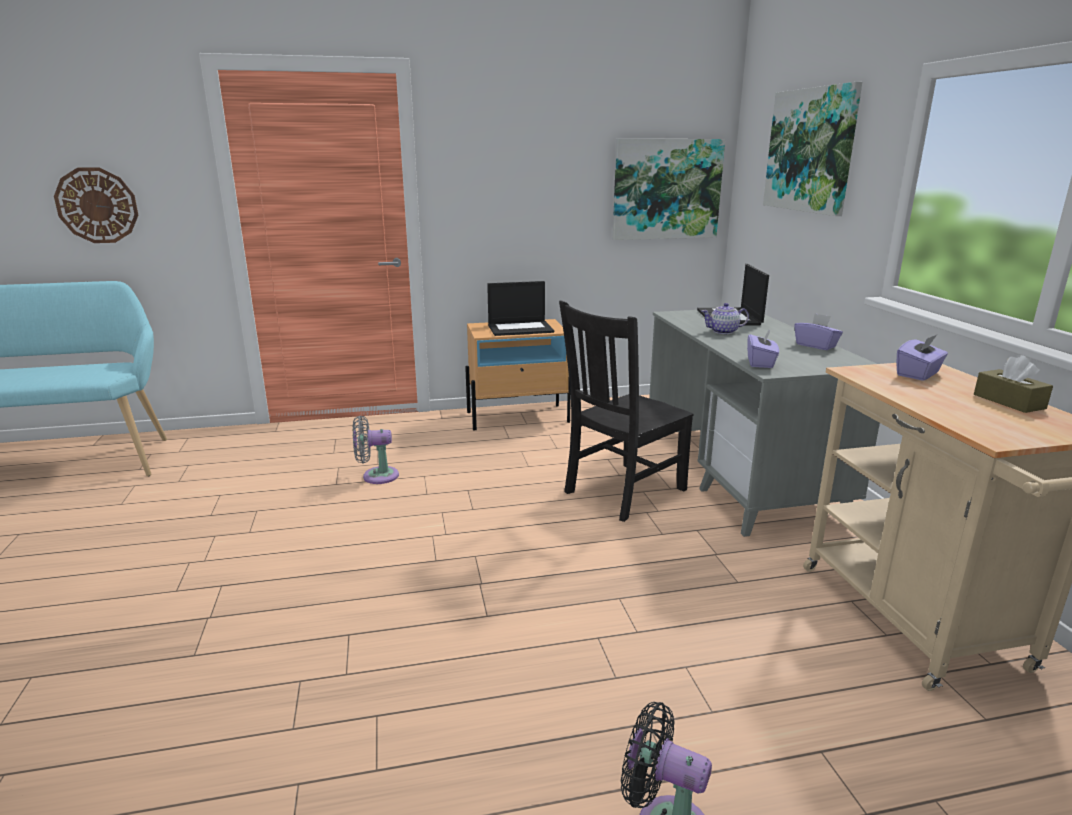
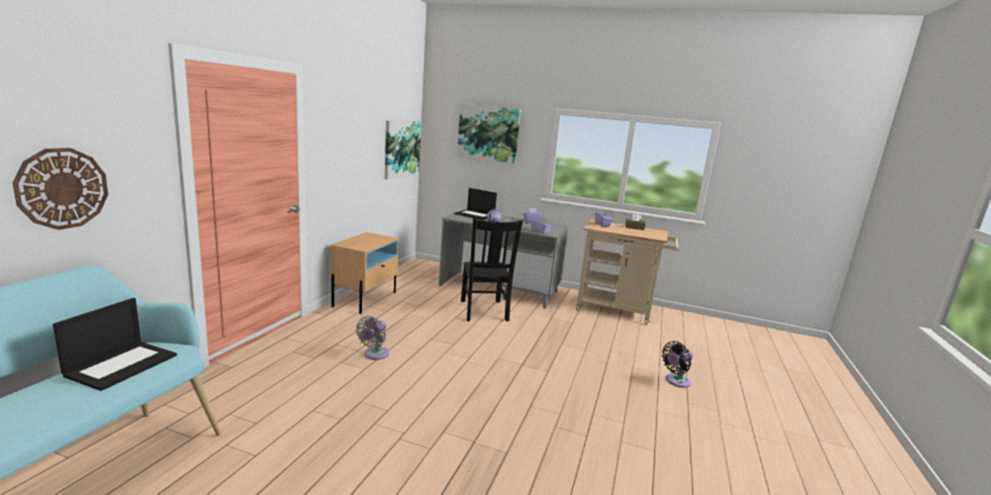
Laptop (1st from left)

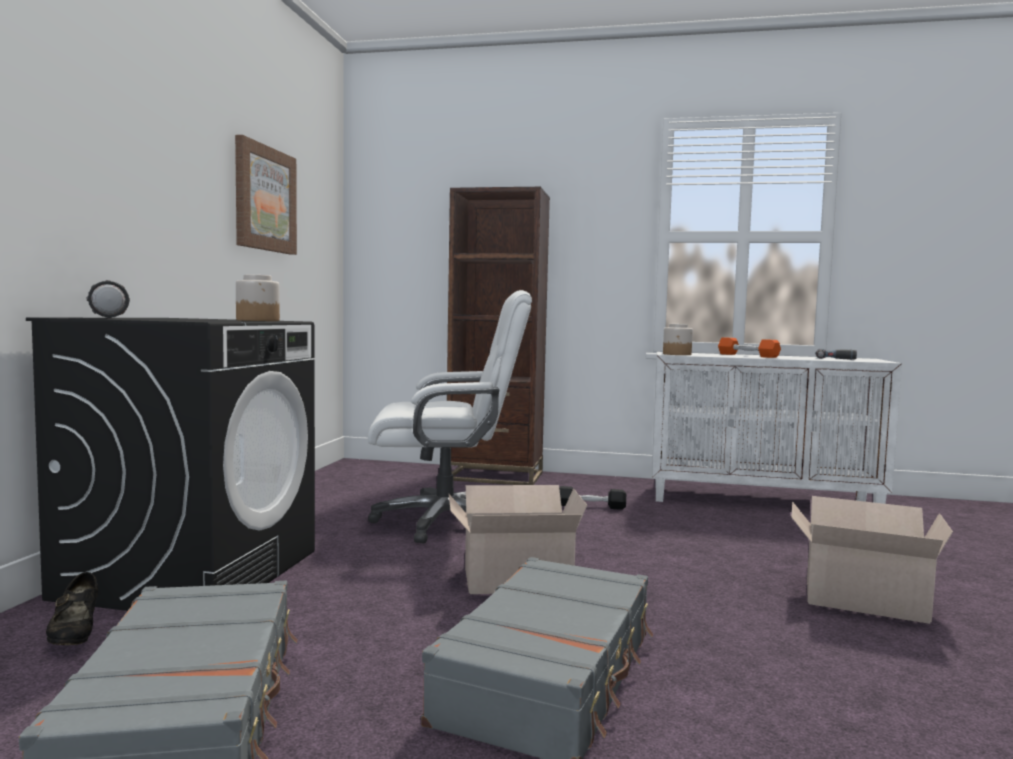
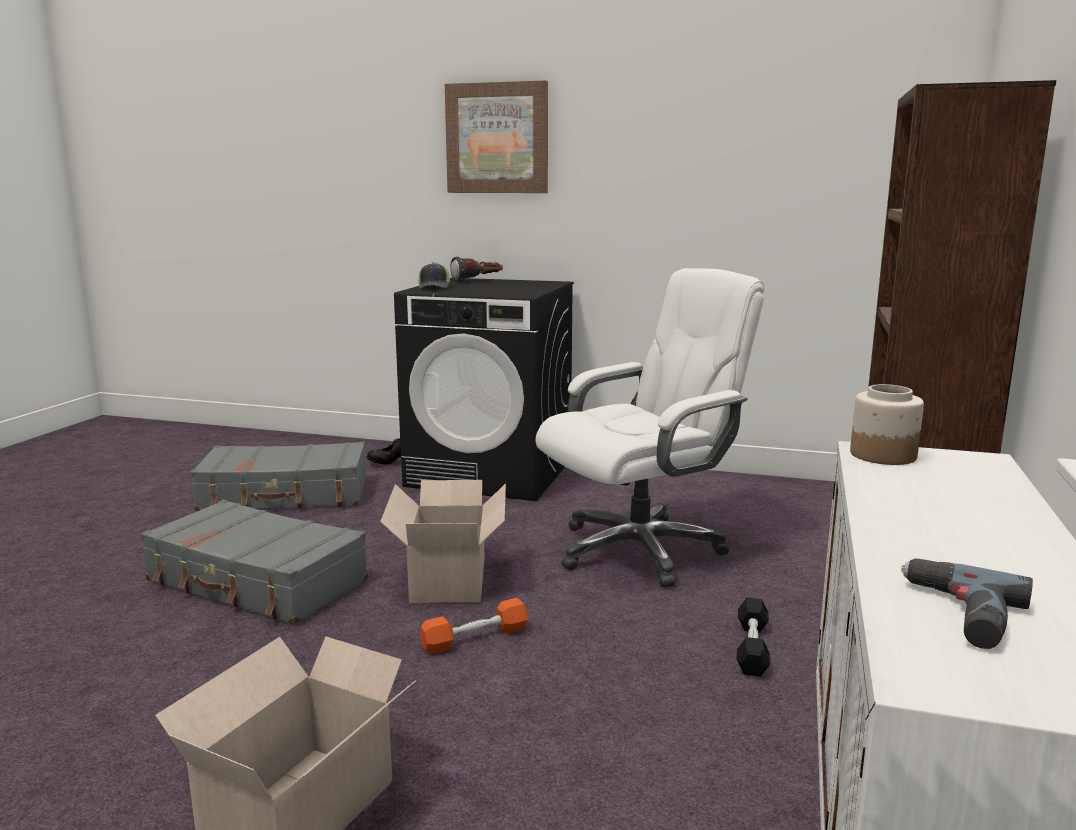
Picture
Jar (1st from left in the first image)
WhiteOfficeChair
OrangeDumbbell
Cap

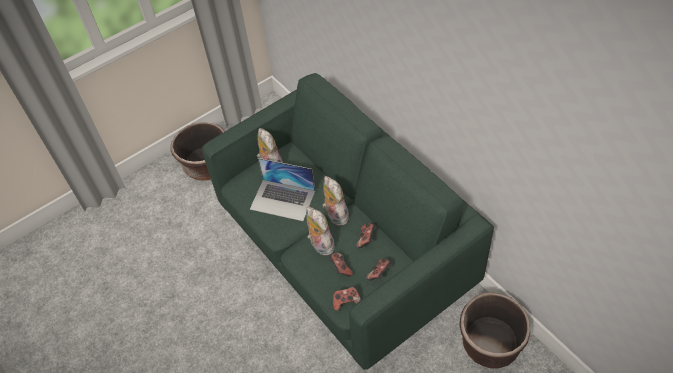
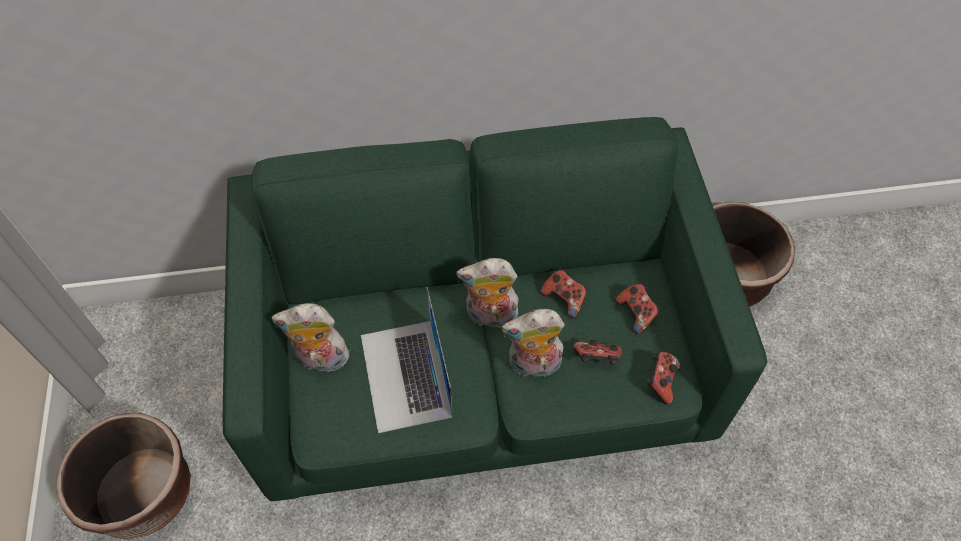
Laptop

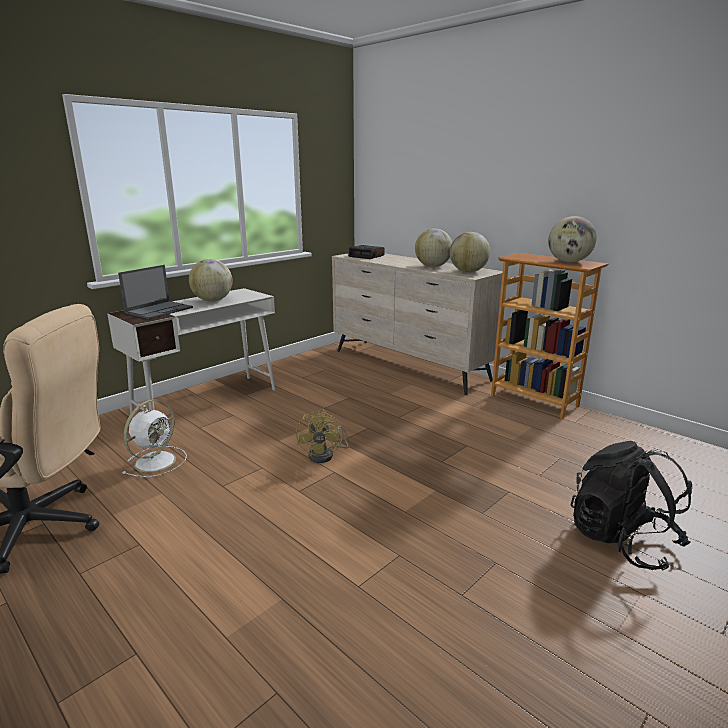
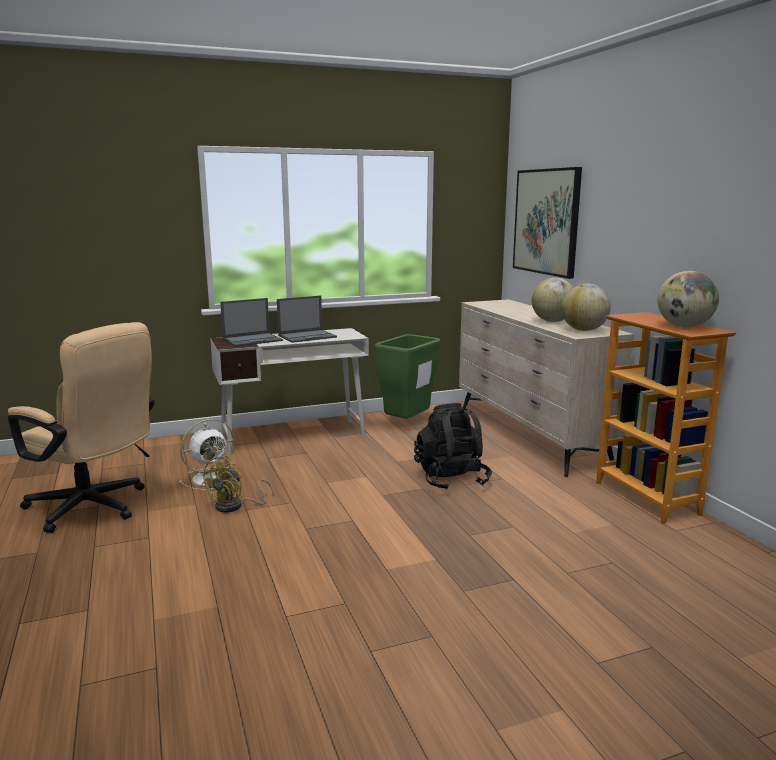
Laptop (2nd from left)
YellowFan
AlarmClock
BlackBackpack
GreenTrashCan
Picture

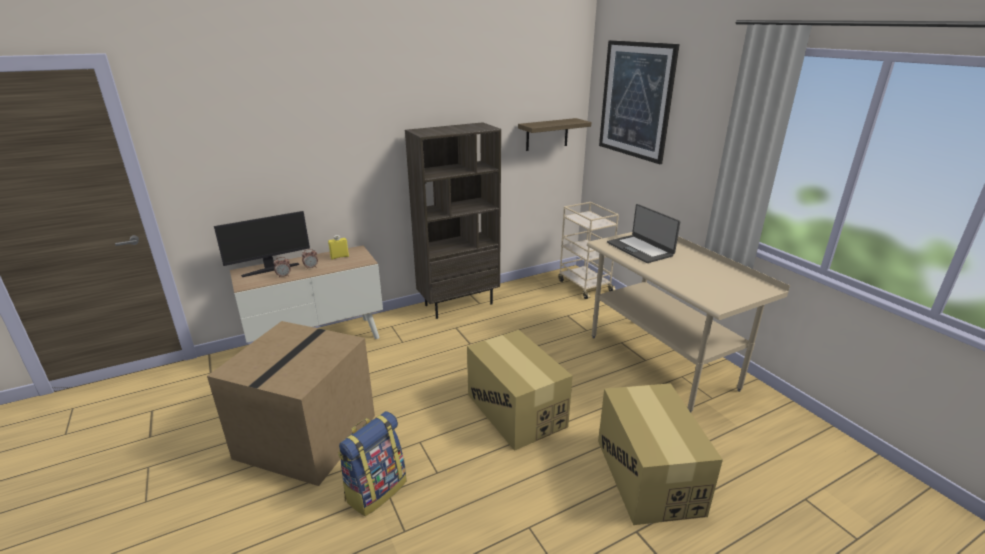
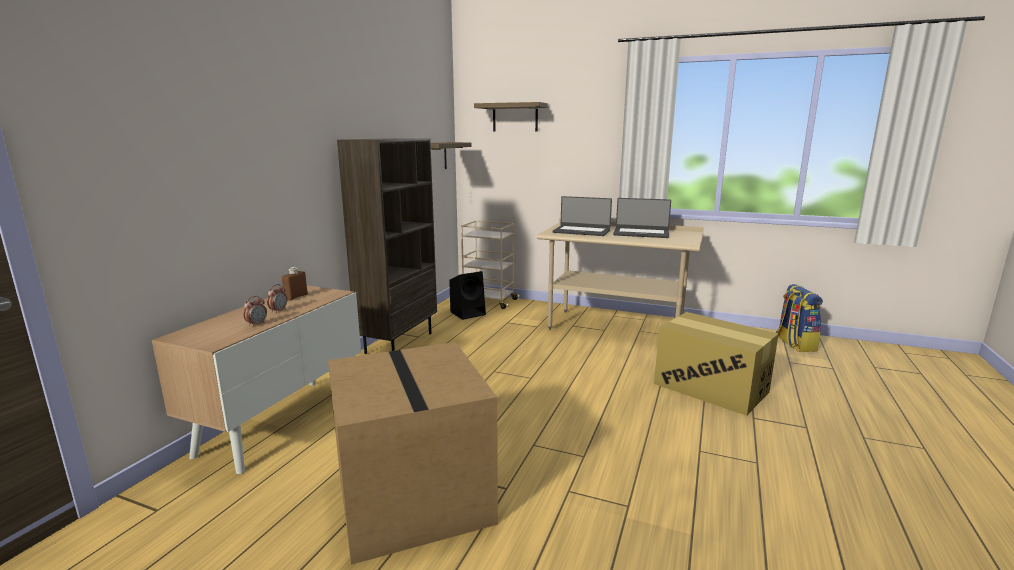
Monitor
BrownBottle
Backpack
CardboardBox (2nd from left in the first image)
Shelf (2nd from left)
BlackSpeaker
Laptop (2nd from left)

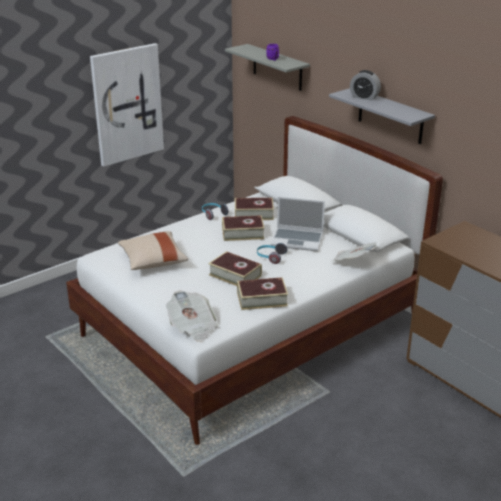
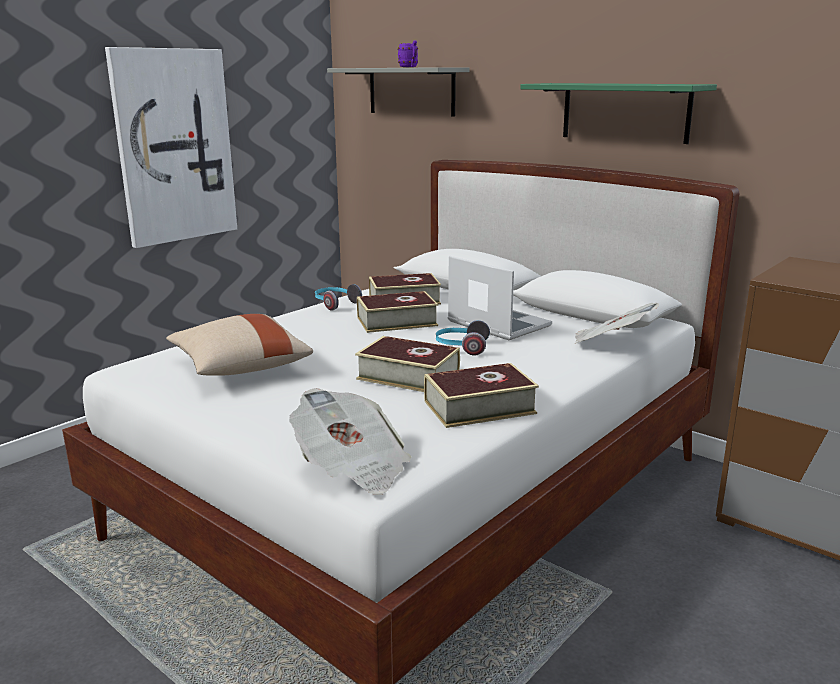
Laptop
GreenShelf
AlarmClock

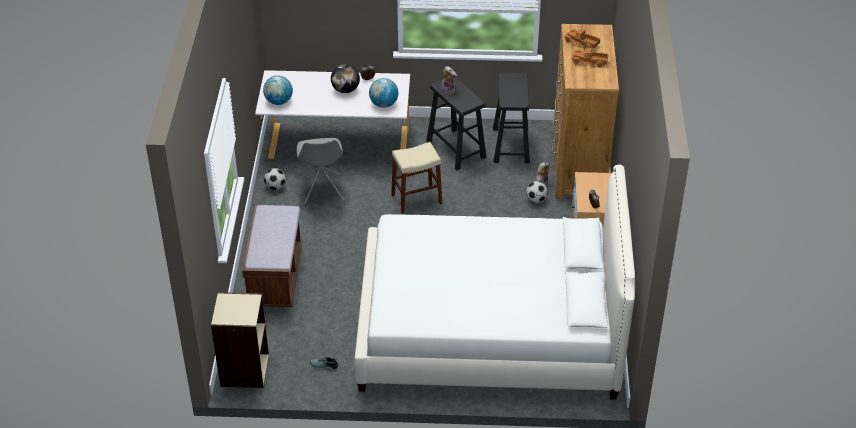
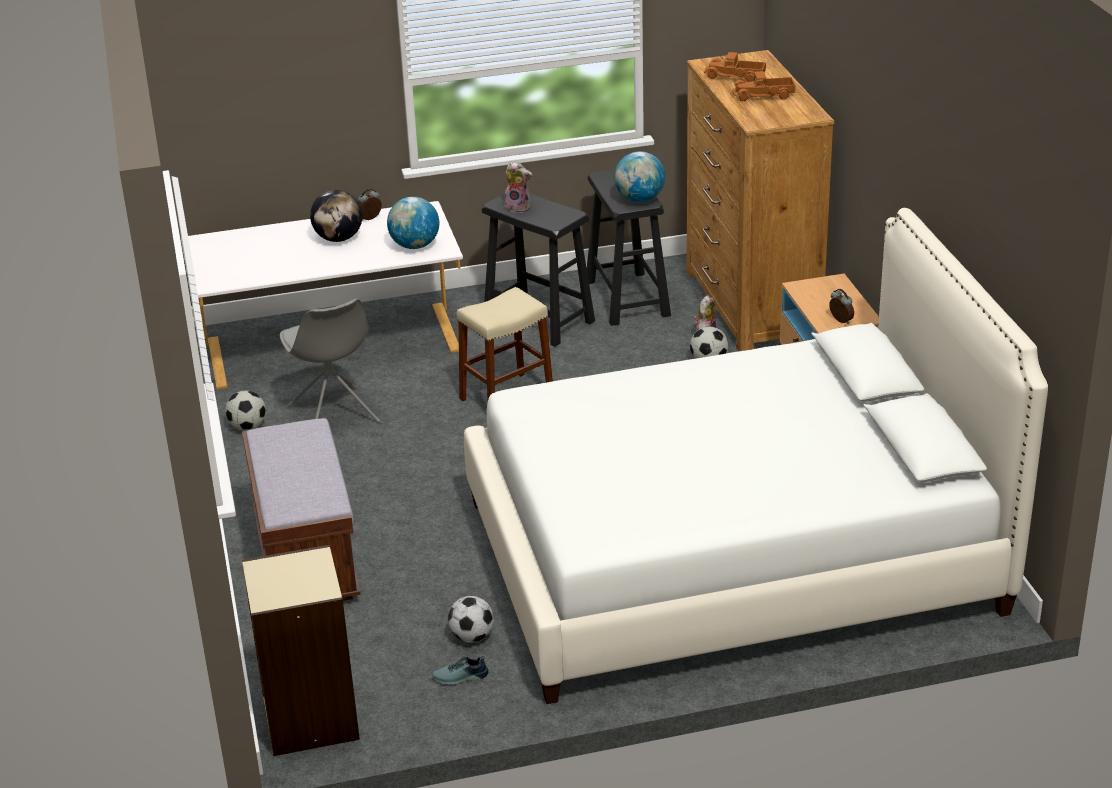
Globe (3rd from left)
Football (2nd from left)

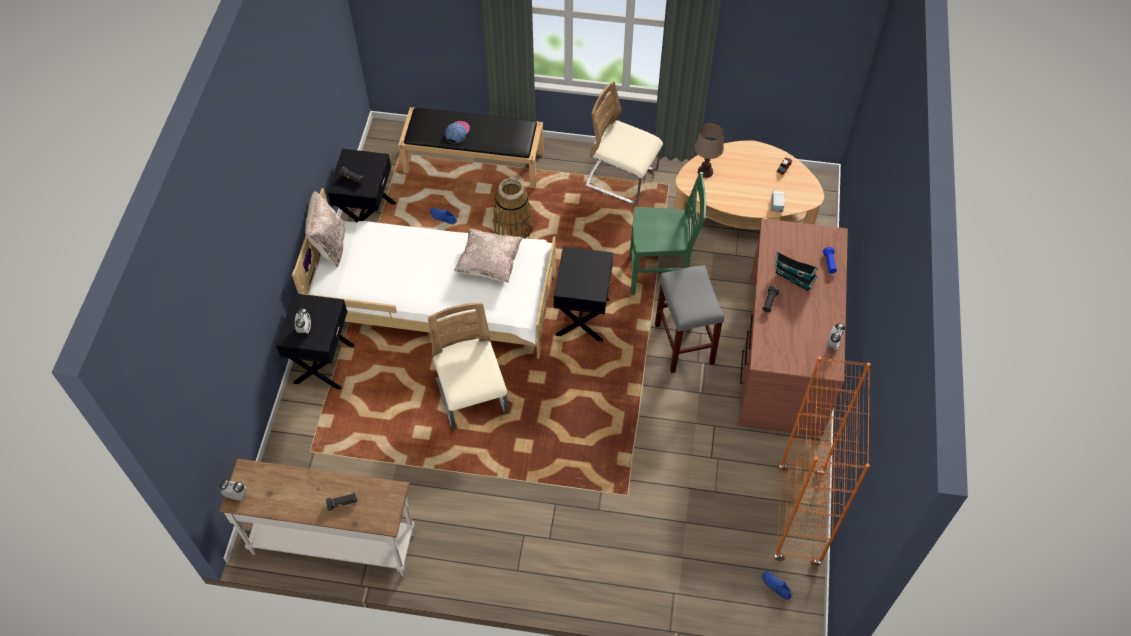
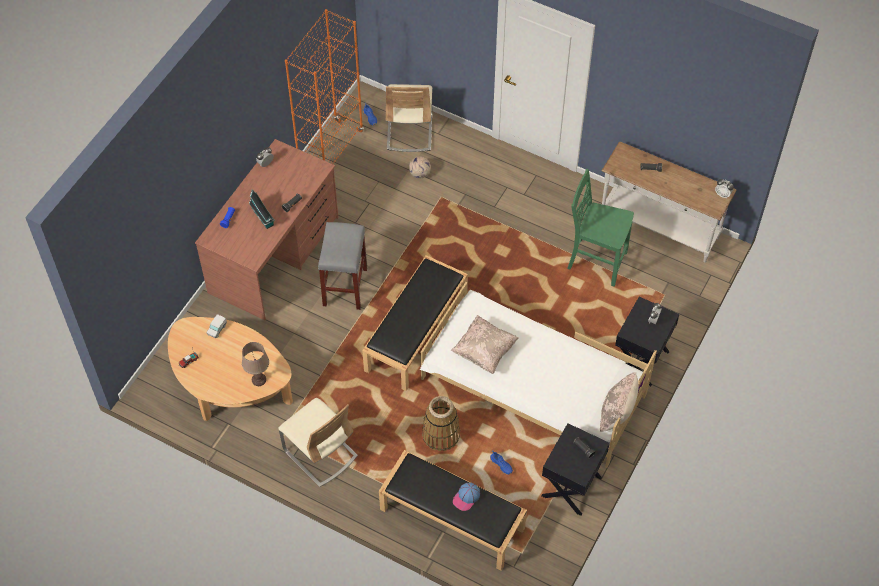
BeigeChair (2nd from left)
BlackBench (1st from left)
GreenChair
Football

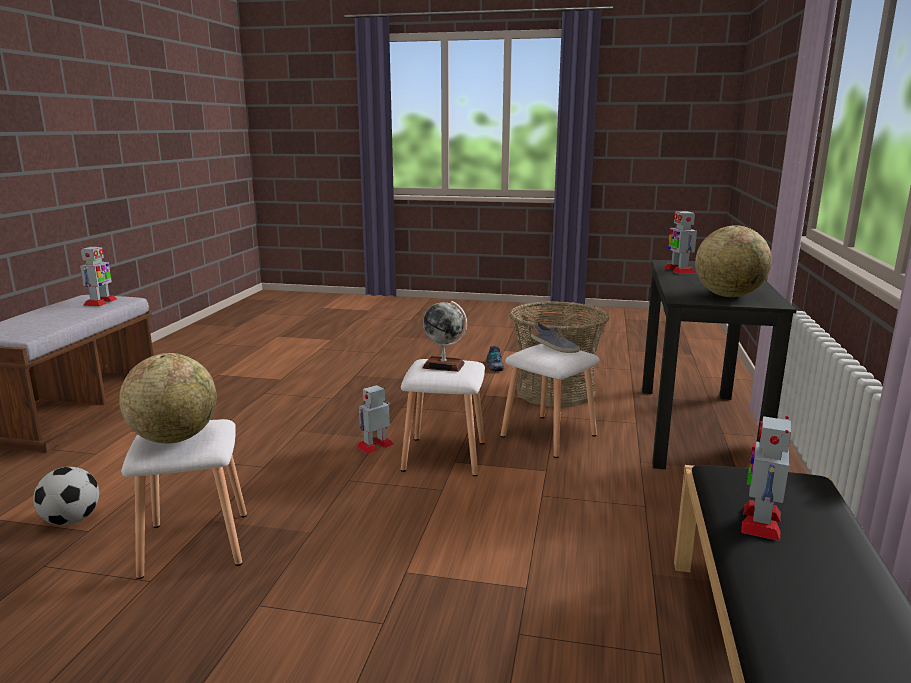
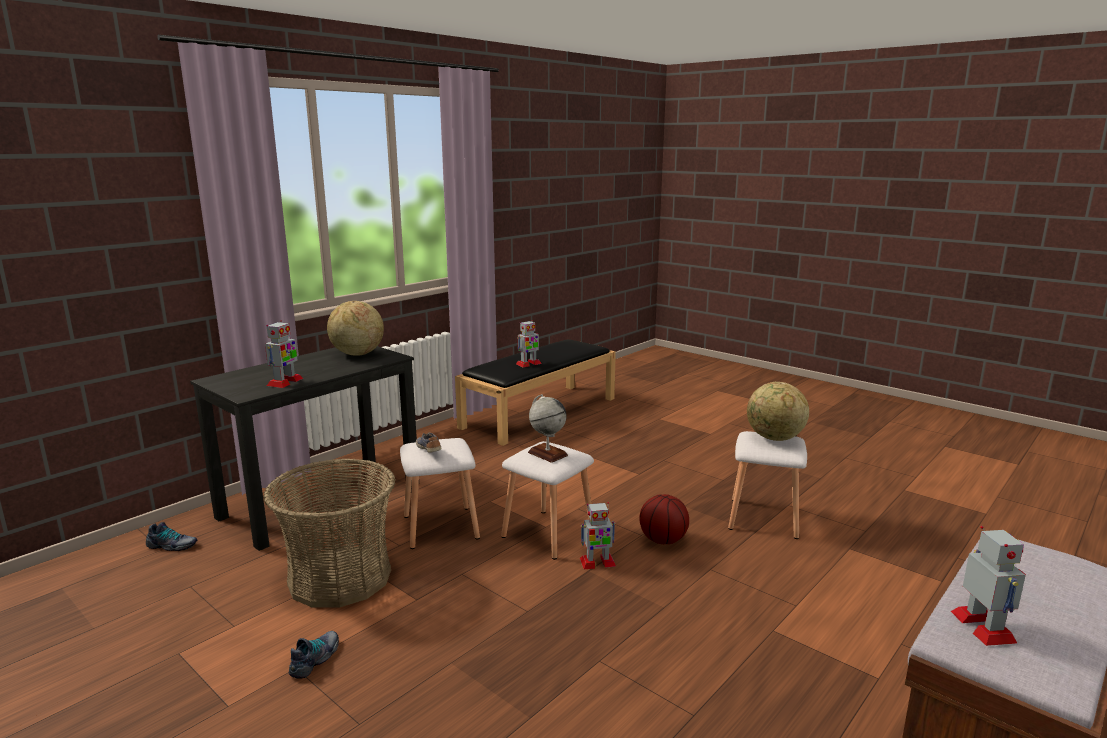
Football
ToyRobot (4th from left)
Shoe (1st from left)
Basketball

